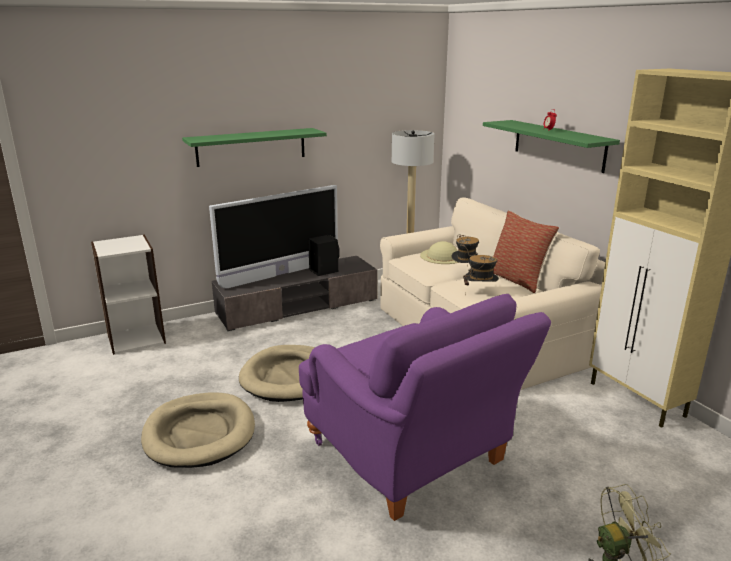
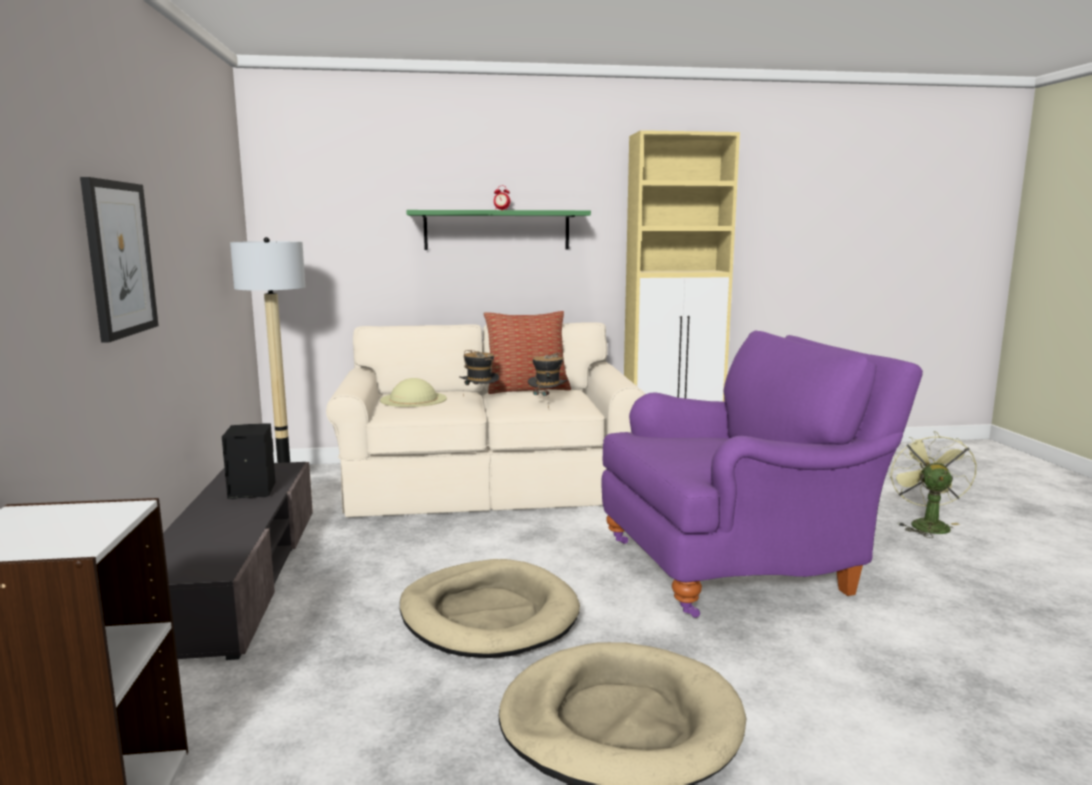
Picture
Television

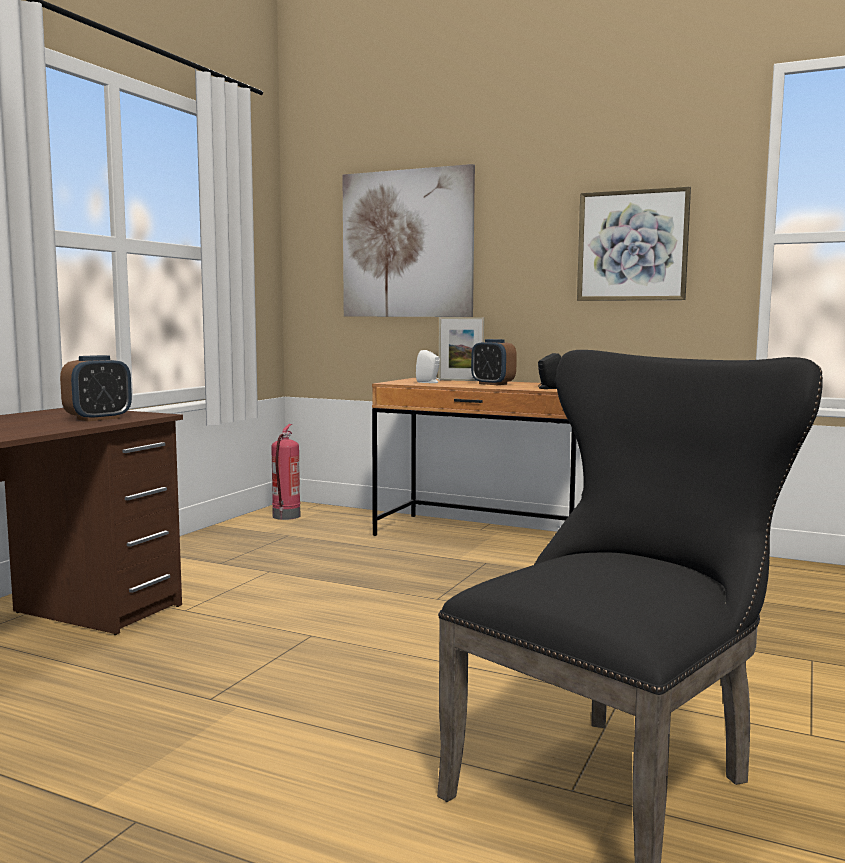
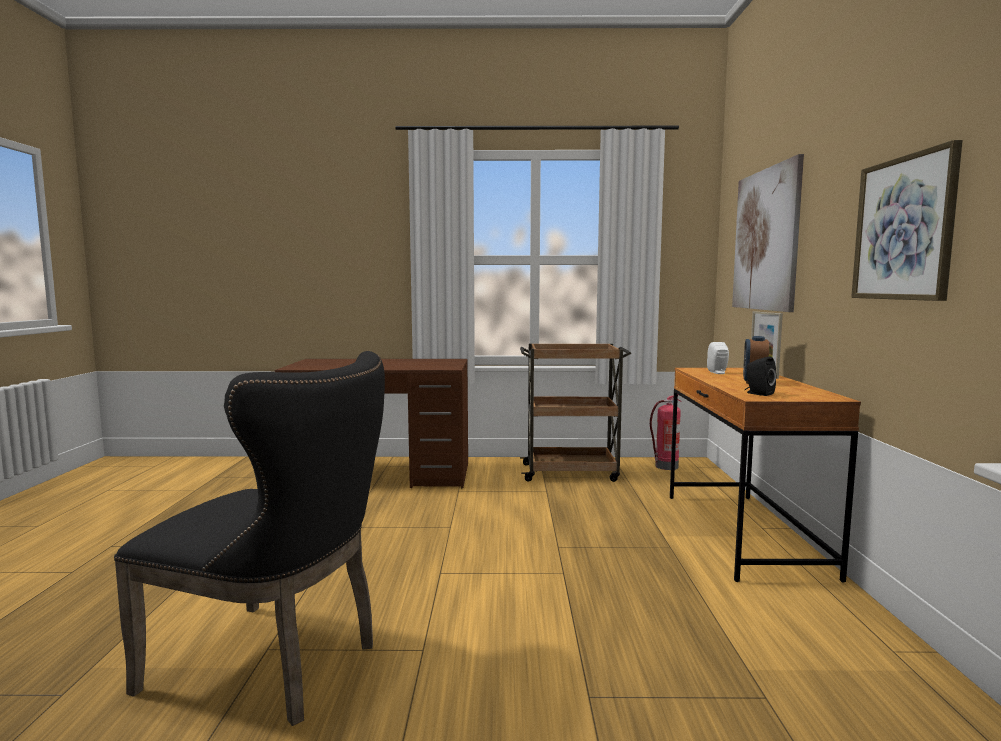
AlarmClock (1st from left in the first image)
BrownCart

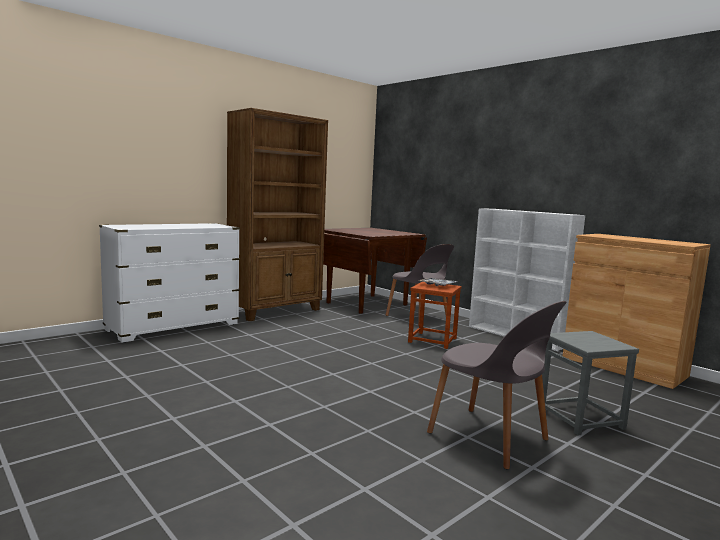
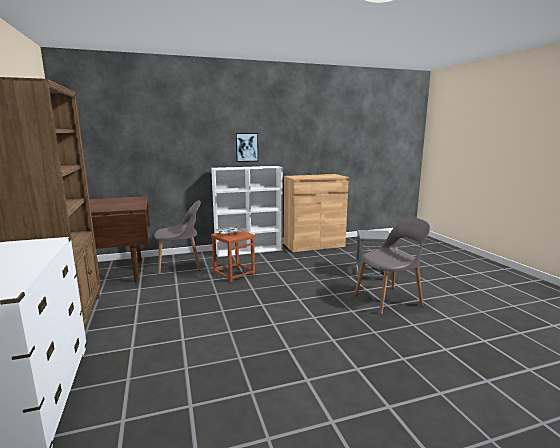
Picture

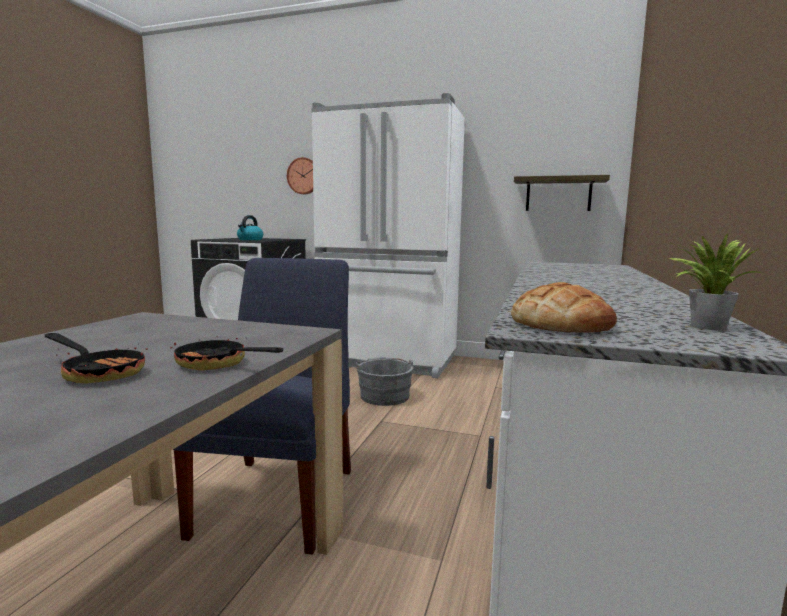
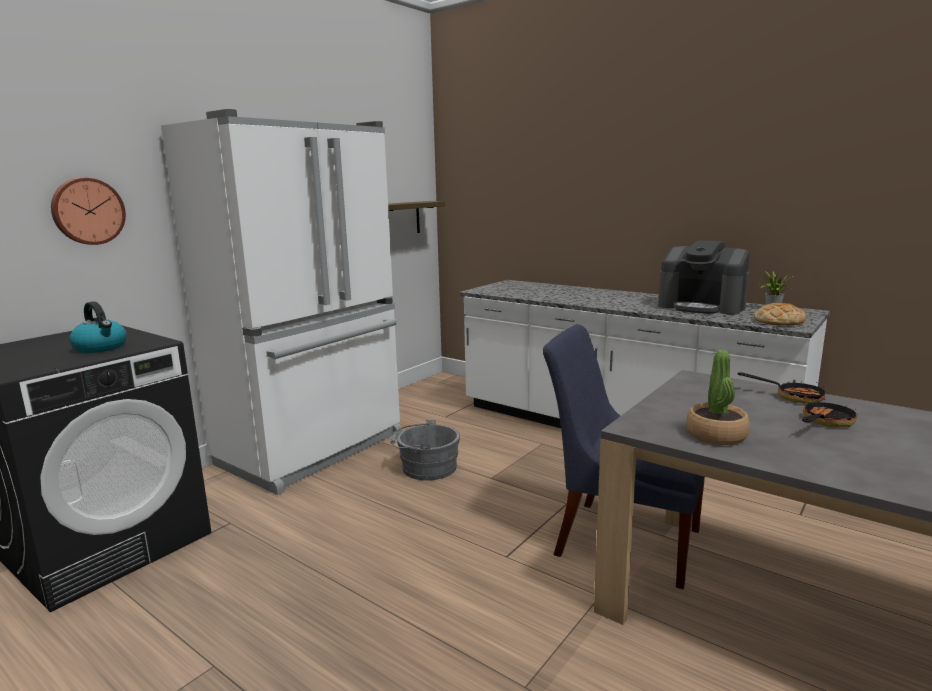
FryingPan (1st from left)
CoffeeMachine
PottedPlant (1st from left)

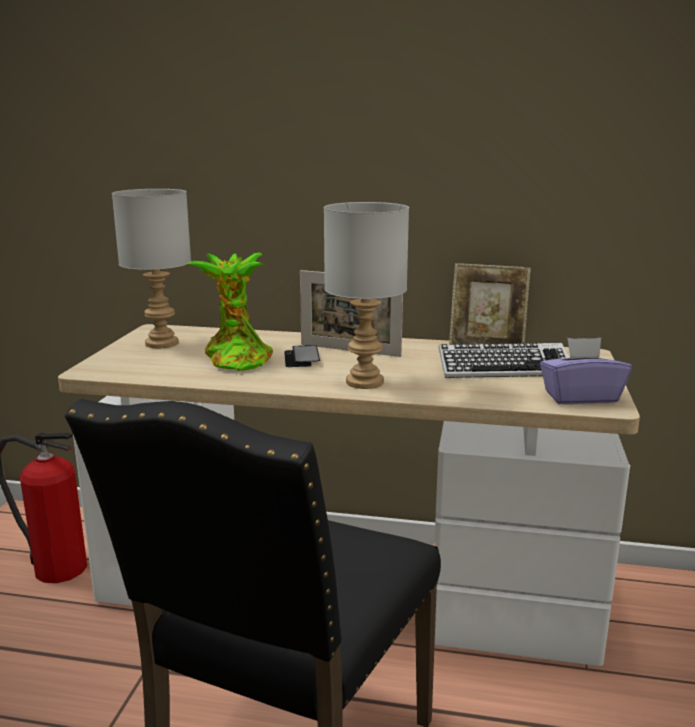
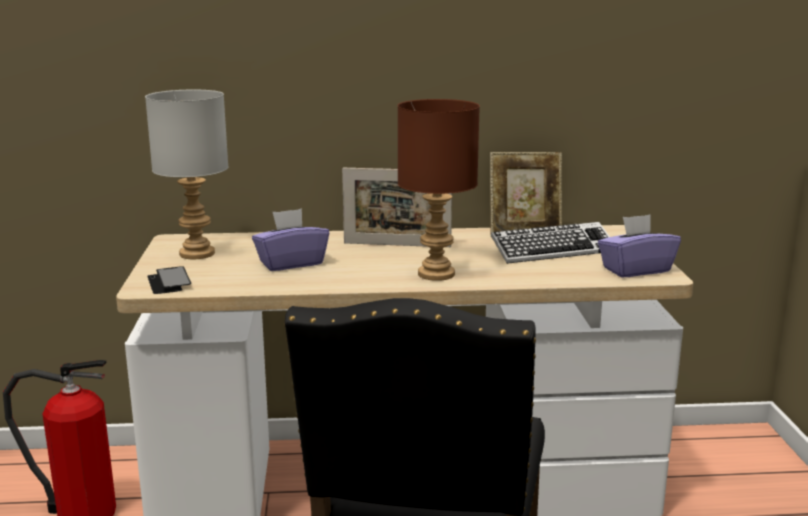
PurpleTissueBox (1st from left)
Phone
BrownTableLamp

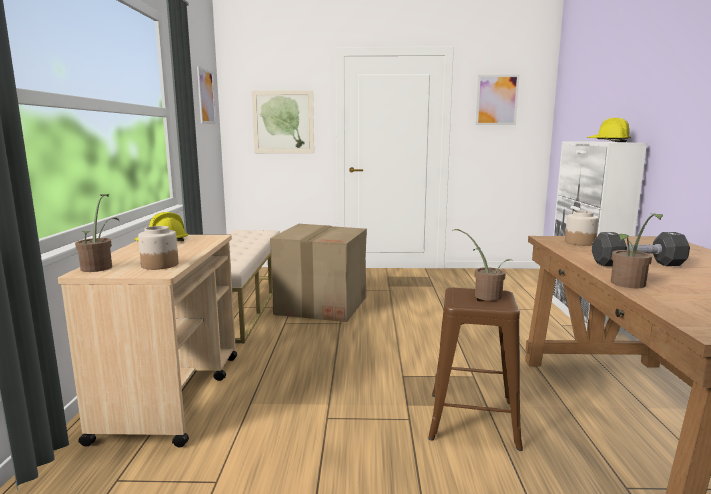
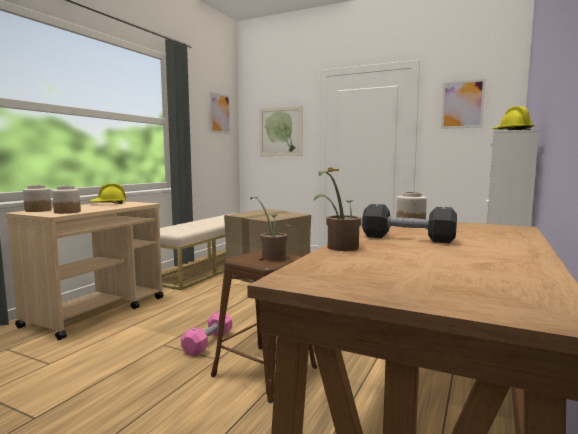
Jar (1st from left)
PinkDumbbell

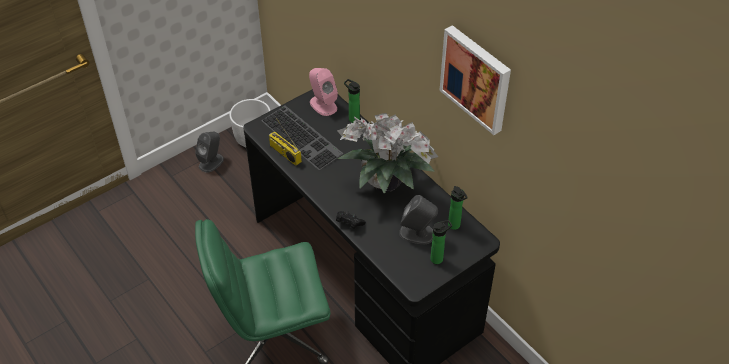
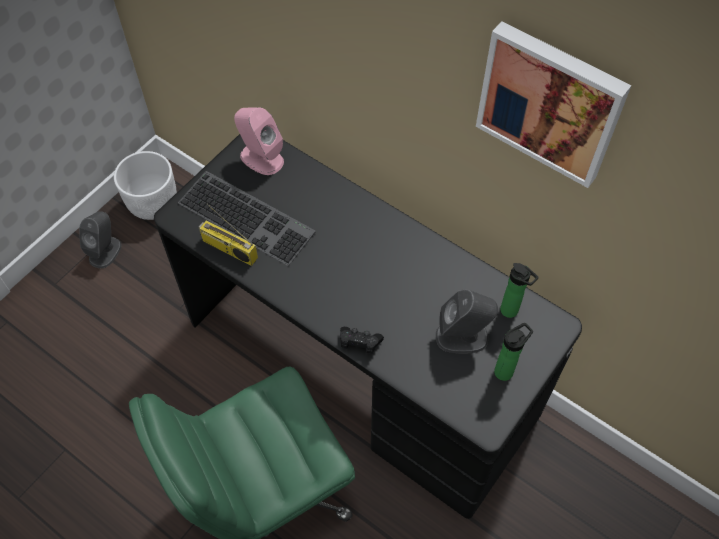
PottedPlant
Bottle (1st from left in the first image)

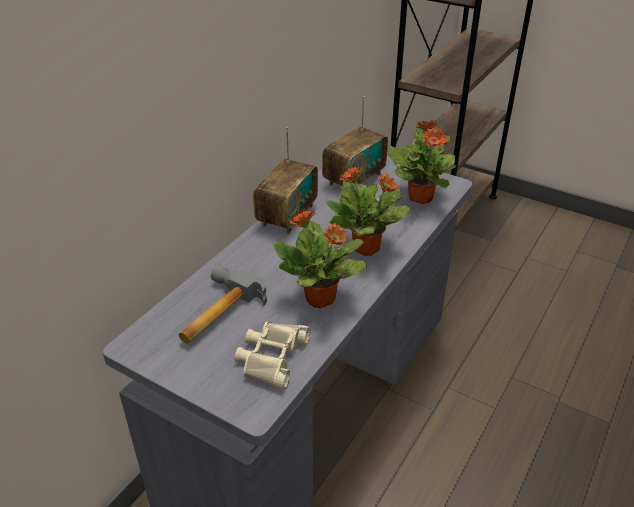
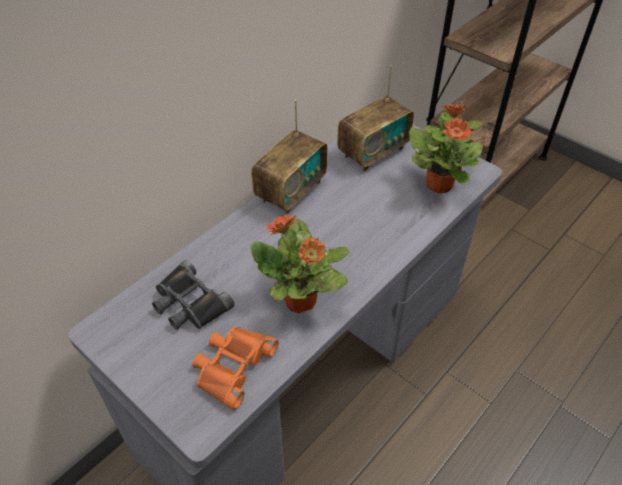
BlackBinoculars
OrangeBinoculars
PottedPlant (2nd from left in the first image)

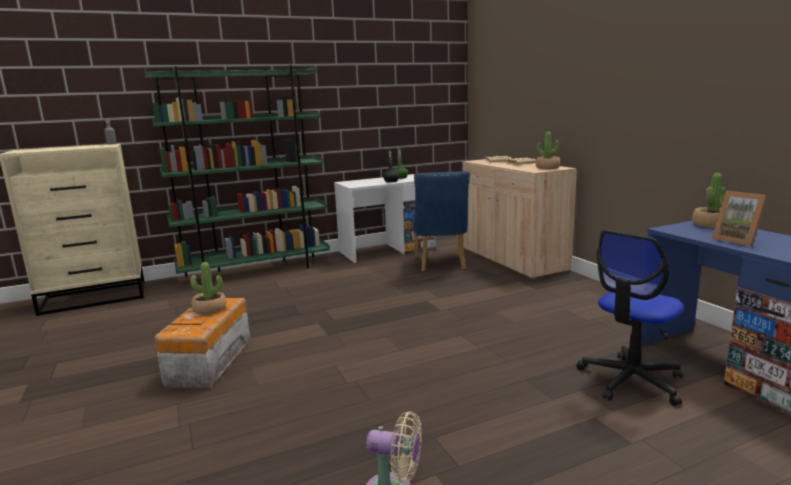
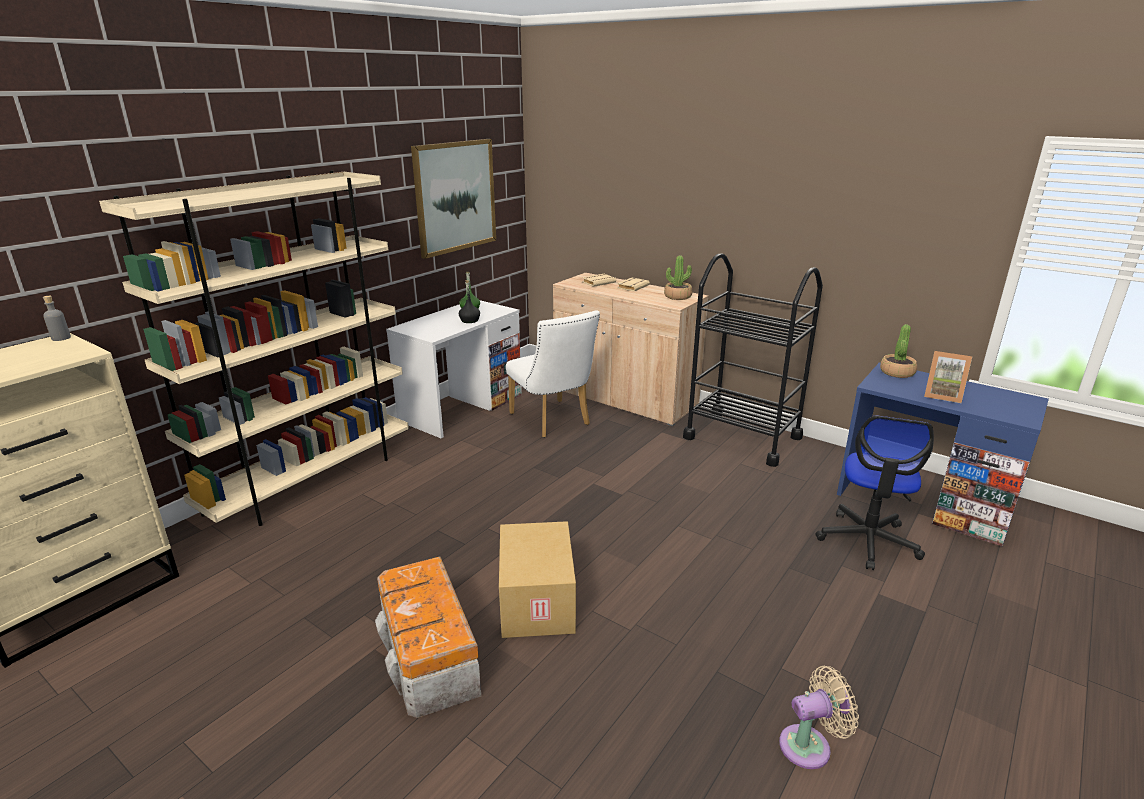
BeigeBookcase
PottedPlant (1st from left in the first image)
WhiteChair
Picture
CardboardBox
BlackCart

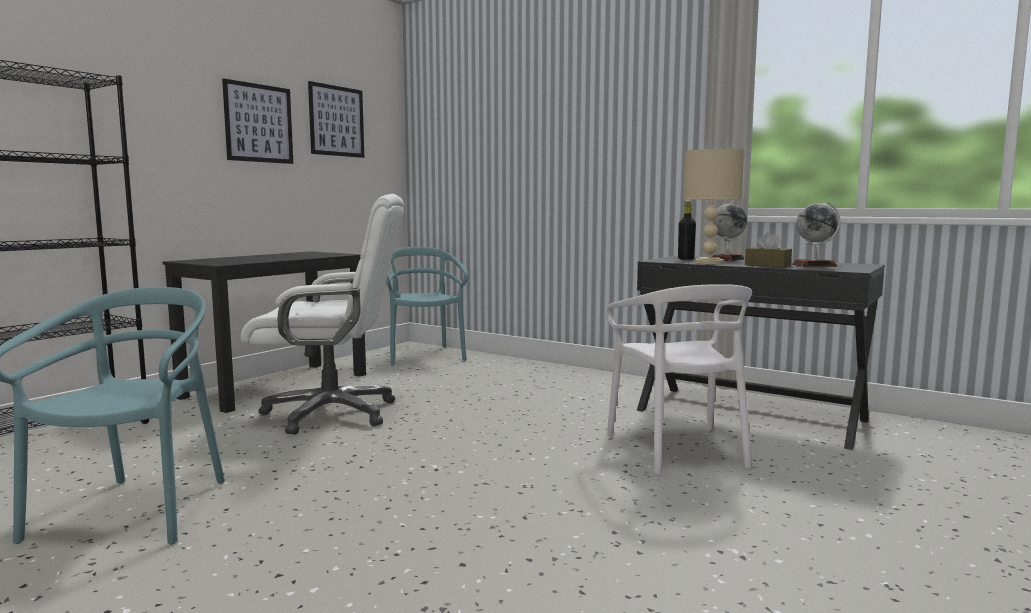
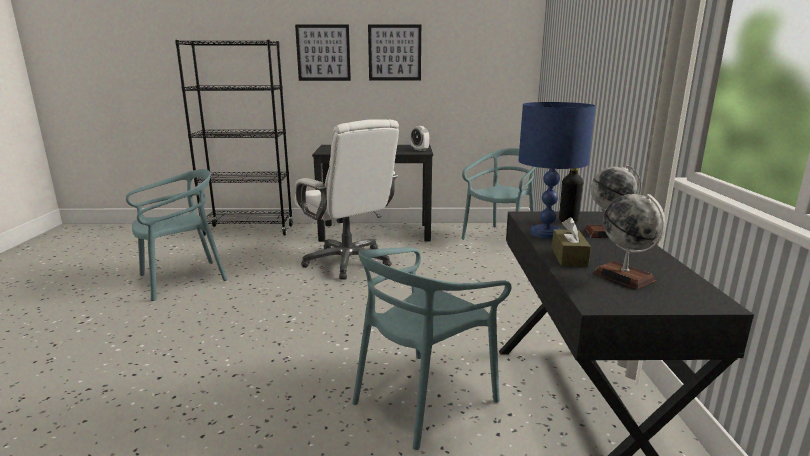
Picture (1st from left)
TurquoiseChair (2nd from left)
BlueTableLamp
AlarmClock

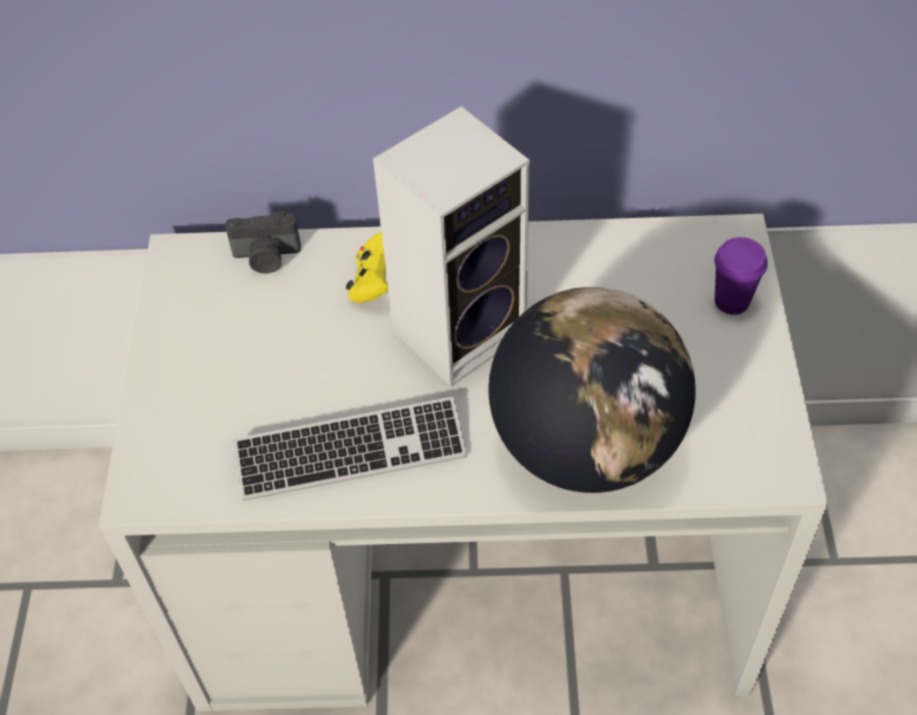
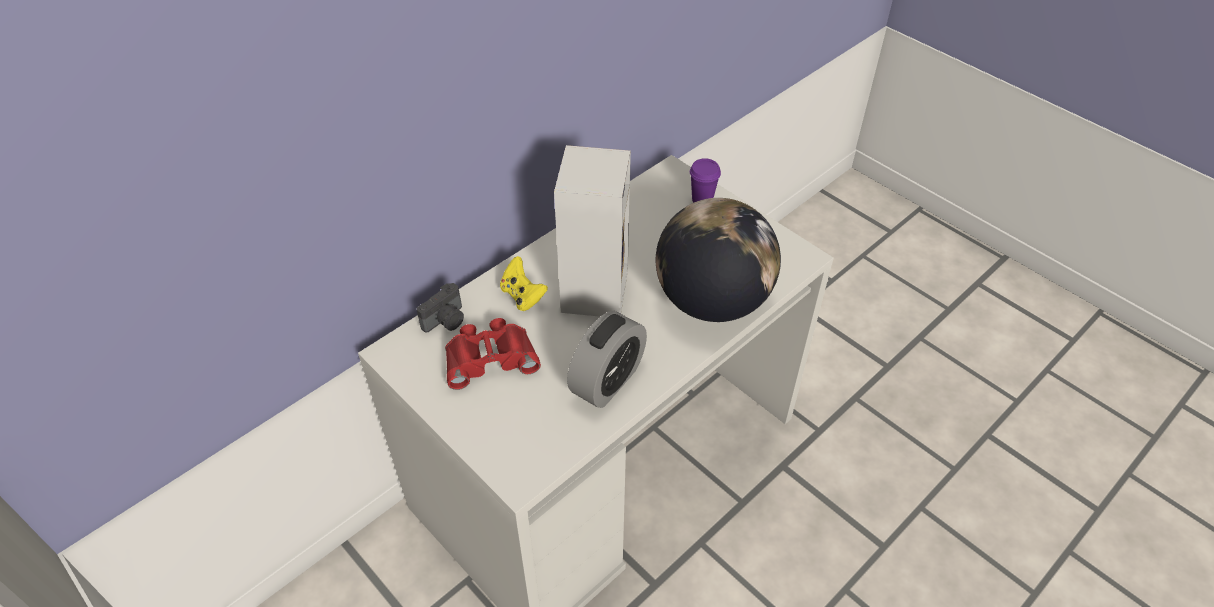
AlarmClock
RedBinoculars

